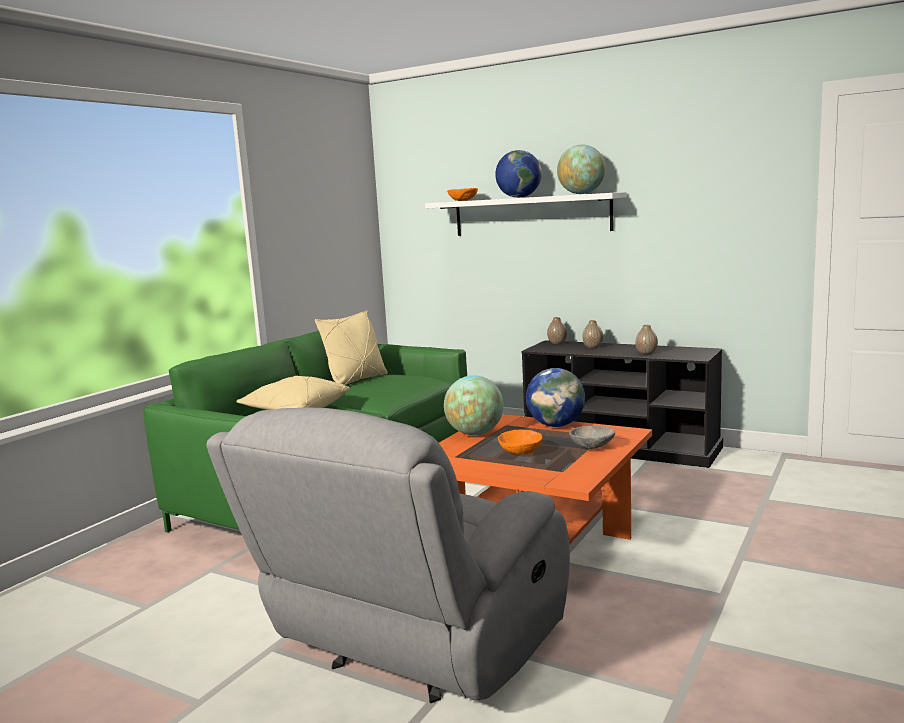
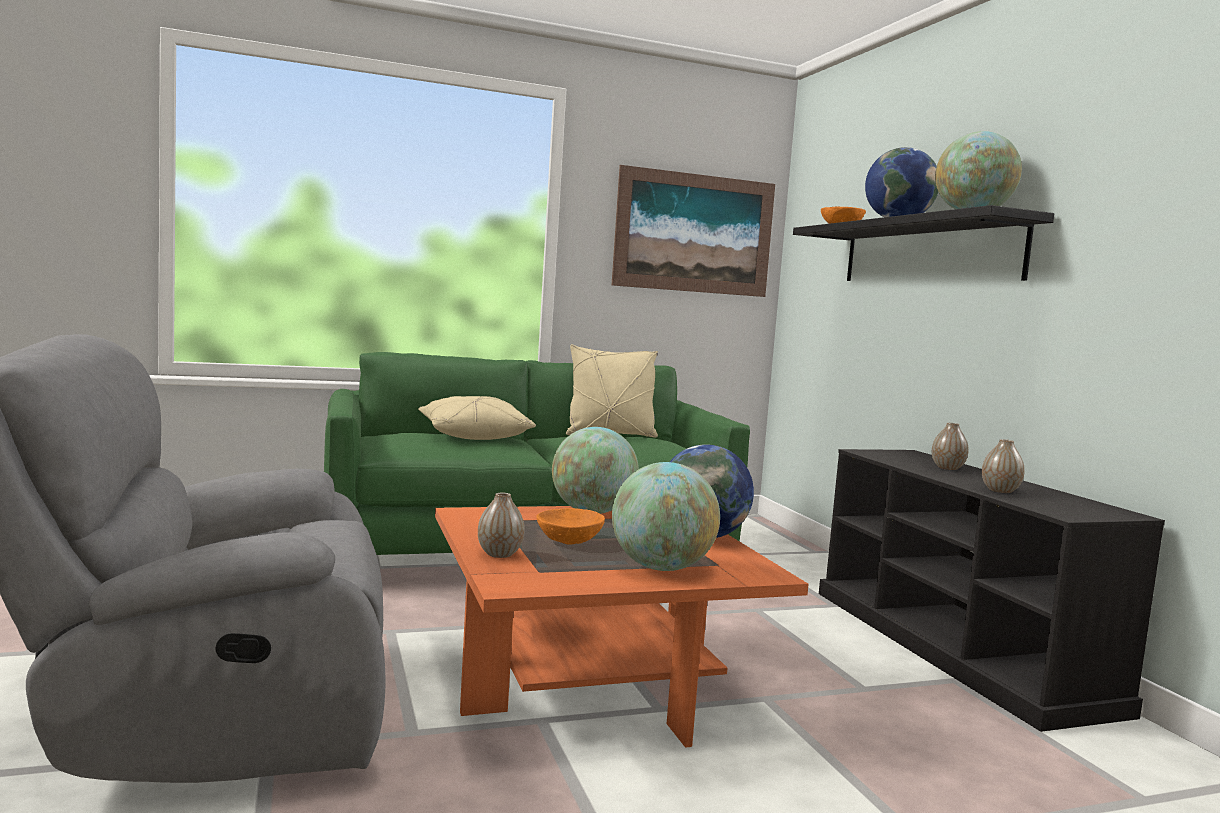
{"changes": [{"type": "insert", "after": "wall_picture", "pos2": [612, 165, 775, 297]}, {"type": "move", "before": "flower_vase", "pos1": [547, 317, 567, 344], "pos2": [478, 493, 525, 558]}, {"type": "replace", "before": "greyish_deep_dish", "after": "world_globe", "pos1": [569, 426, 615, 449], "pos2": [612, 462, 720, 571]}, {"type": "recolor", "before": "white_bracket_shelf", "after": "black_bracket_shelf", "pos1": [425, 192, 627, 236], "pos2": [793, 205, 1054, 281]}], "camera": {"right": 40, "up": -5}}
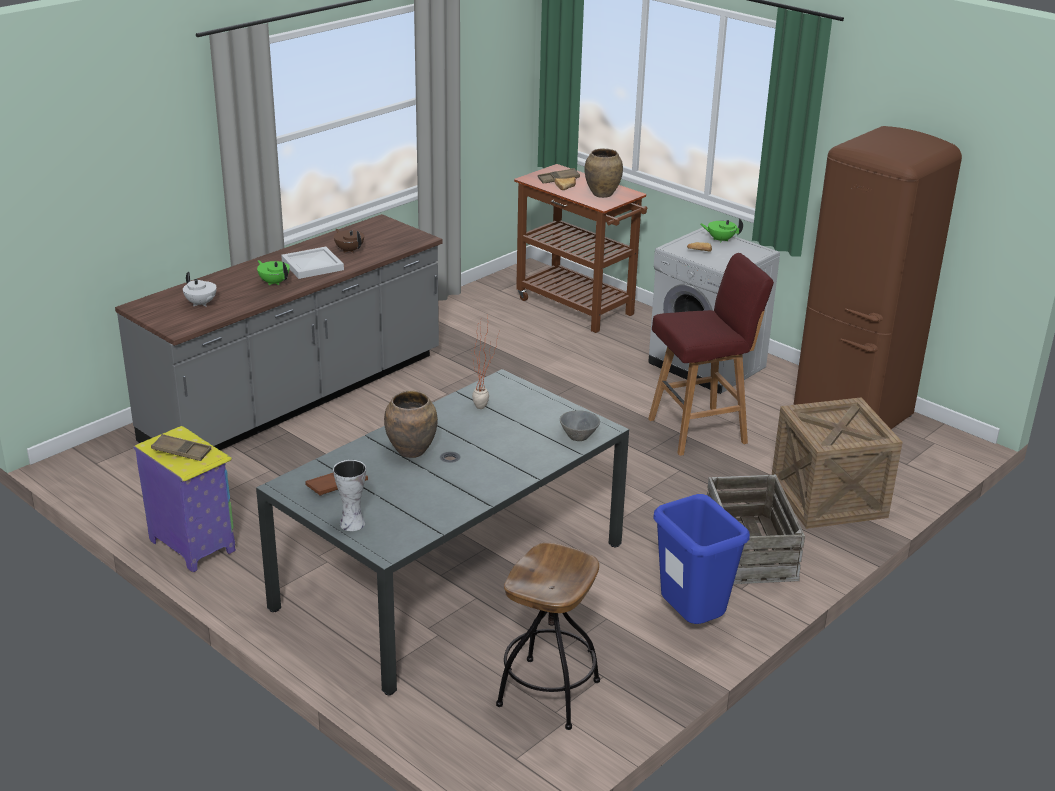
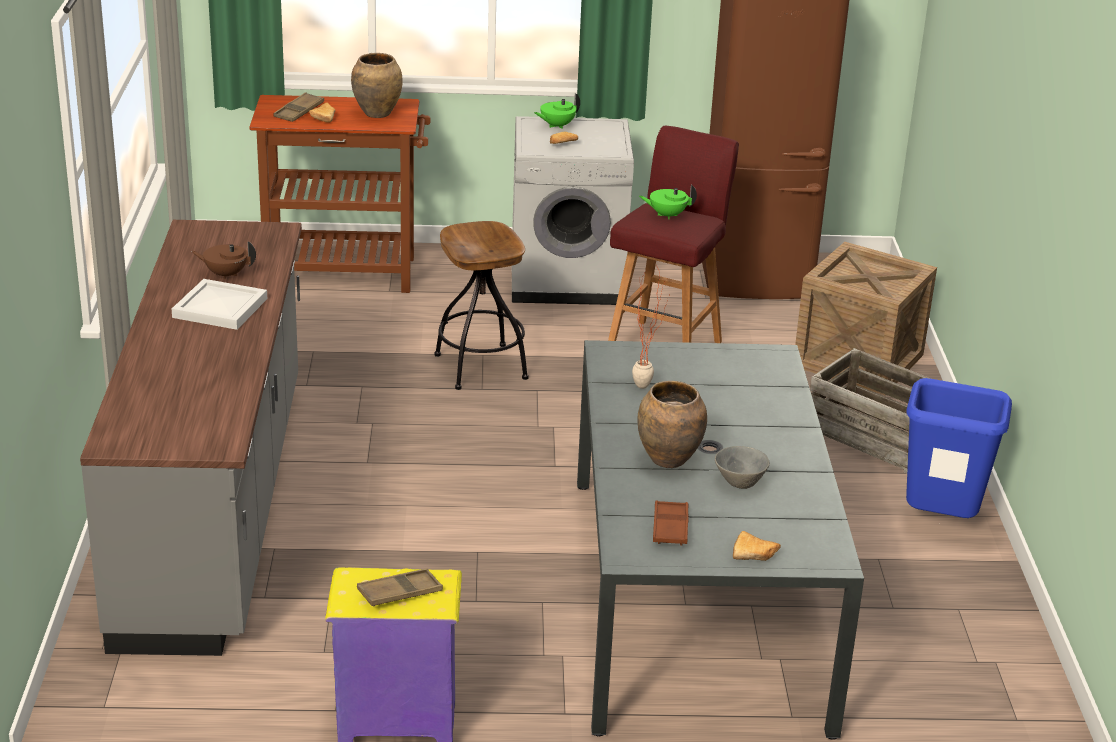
{"changes": [{"type": "delete", "before": "white_teapot", "pos1": [183, 272, 217, 307]}, {"type": "move", "before": "greenish_teapot", "pos1": [257, 260, 290, 285], "pos2": [639, 185, 697, 219]}, {"type": "move", "before": "brown_stool", "pos1": [496, 543, 600, 730], "pos2": [434, 221, 528, 390]}, {"type": "move", "before": "greyish_deep_dish", "pos1": [560, 410, 600, 441], "pos2": [715, 446, 770, 489]}, {"type": "replace", "before": "flower_vase", "after": "bread", "pos1": [333, 460, 366, 531], "pos2": [733, 531, 781, 561]}], "camera": {"right": -45, "up": 0}}
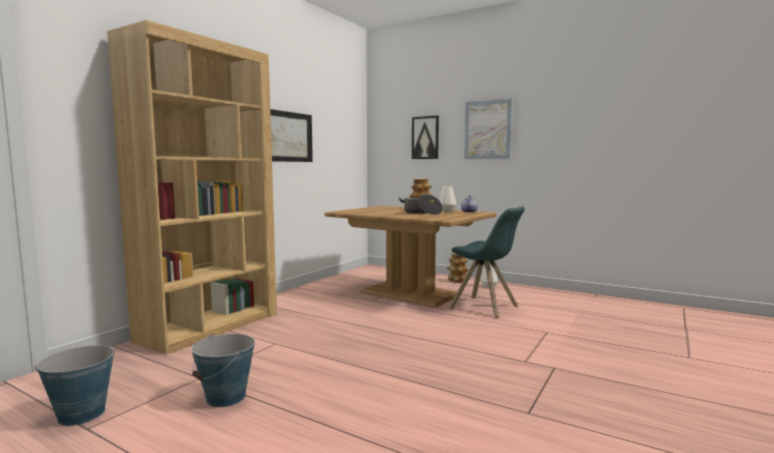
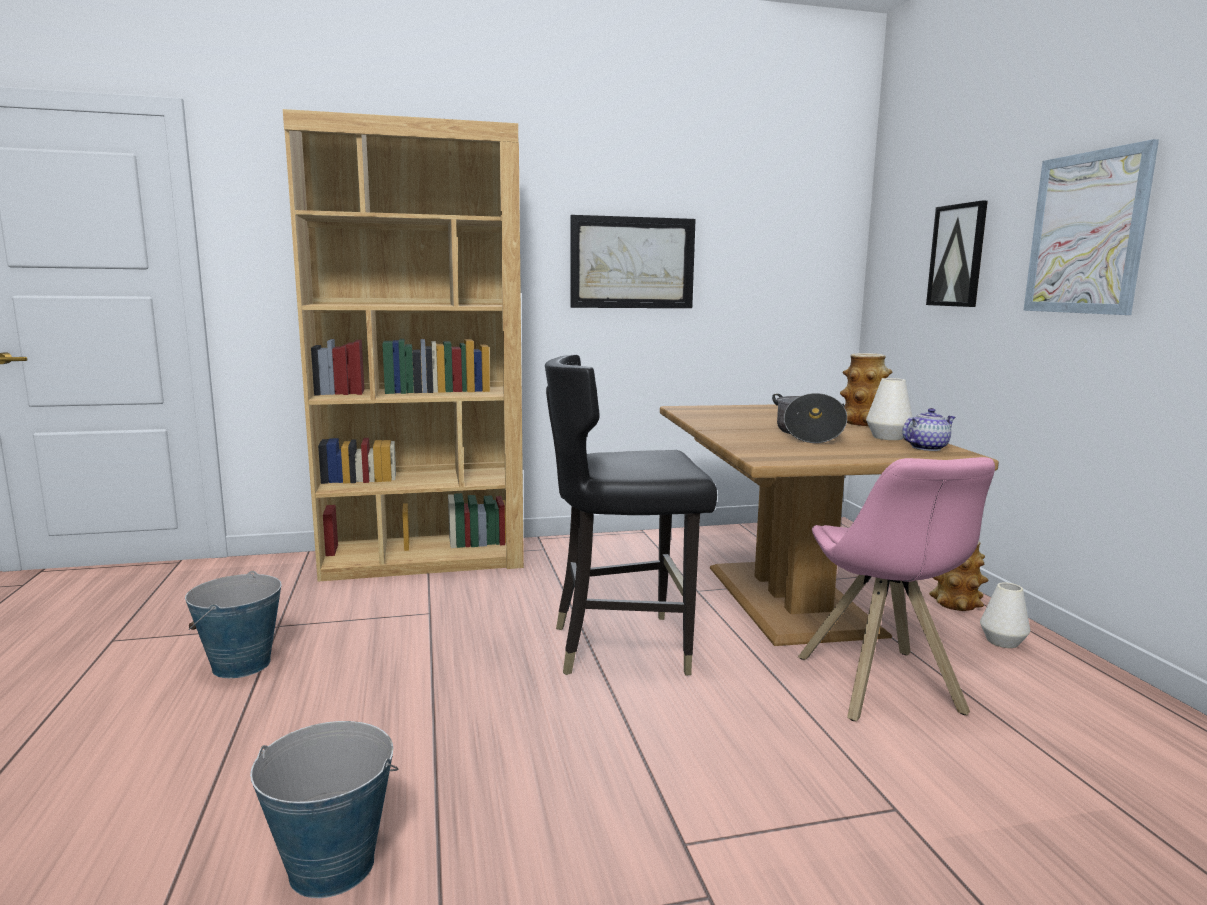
{"changes": [{"type": "insert", "after": "black_chair", "pos2": [545, 354, 717, 675]}, {"type": "move", "before": "pail", "pos1": [35, 345, 115, 426], "pos2": [250, 721, 398, 898]}, {"type": "recolor", "before": "blue-green_chair", "after": "pinkish_chair", "pos1": [449, 206, 525, 318], "pos2": [798, 457, 995, 721]}], "camera": {"right": 45, "up": 5}}
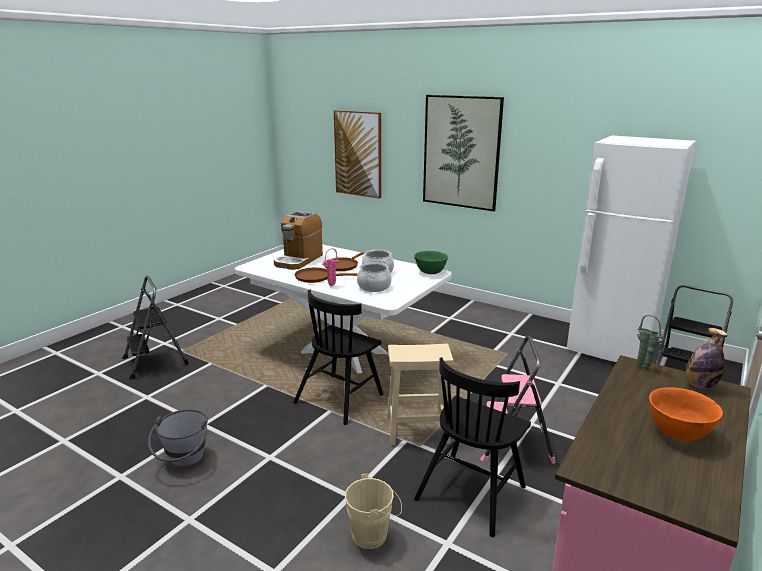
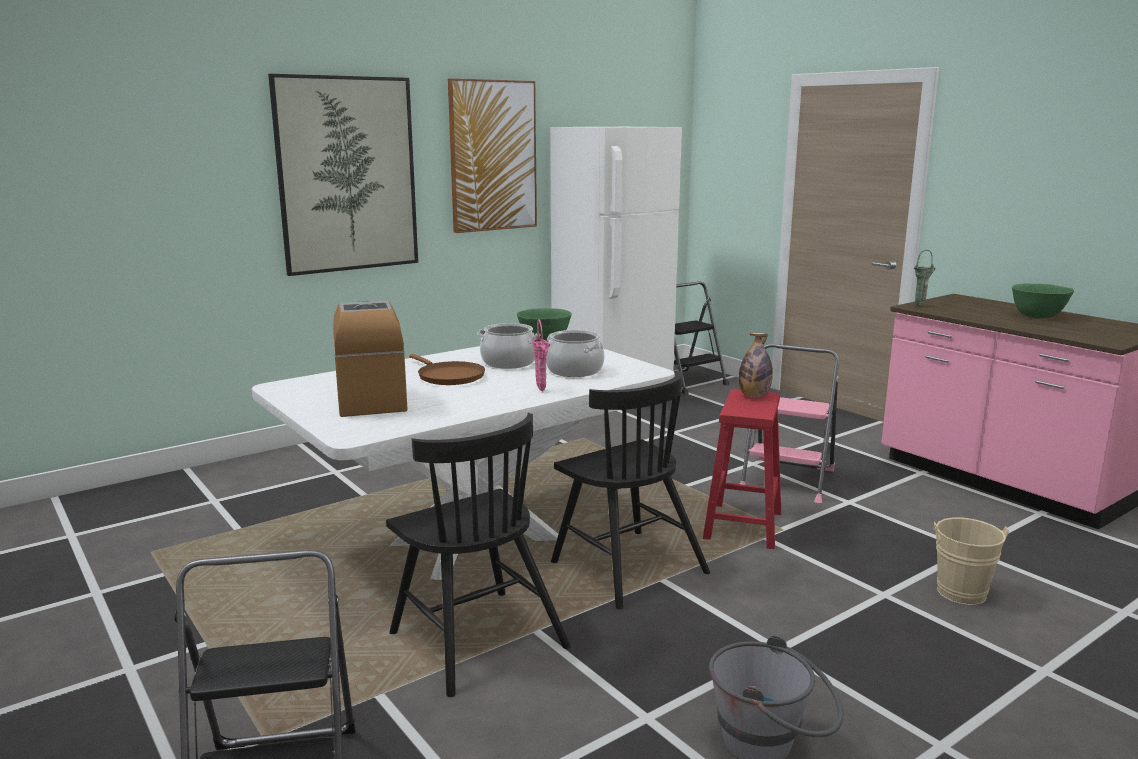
{"changes": [{"type": "delete", "before": "brown_pan", "pos1": [295, 268, 357, 283]}, {"type": "move", "before": "wall_picture", "pos1": [334, 110, 381, 199], "pos2": [448, 78, 537, 233]}, {"type": "move", "before": "black_chair", "pos1": [414, 357, 531, 537], "pos2": [386, 413, 571, 697]}, {"type": "move", "before": "drink_bottle", "pos1": [686, 328, 728, 389], "pos2": [739, 333, 773, 397]}, {"type": "recolor", "before": "beige-coloured_stool", "after": "red_stool", "pos1": [387, 344, 453, 445], "pos2": [703, 389, 781, 549]}, {"type": "recolor", "before": "orangey_deep_dish", "after": "greenish_deep_dish", "pos1": [649, 387, 723, 441], "pos2": [1012, 284, 1074, 319]}, {"type": "rotate", "before": "coffee_maker", "pos1": [274, 211, 323, 270], "pos2": [333, 300, 408, 417], "turn": -150}], "camera": {"right": -70, "up": -5}}
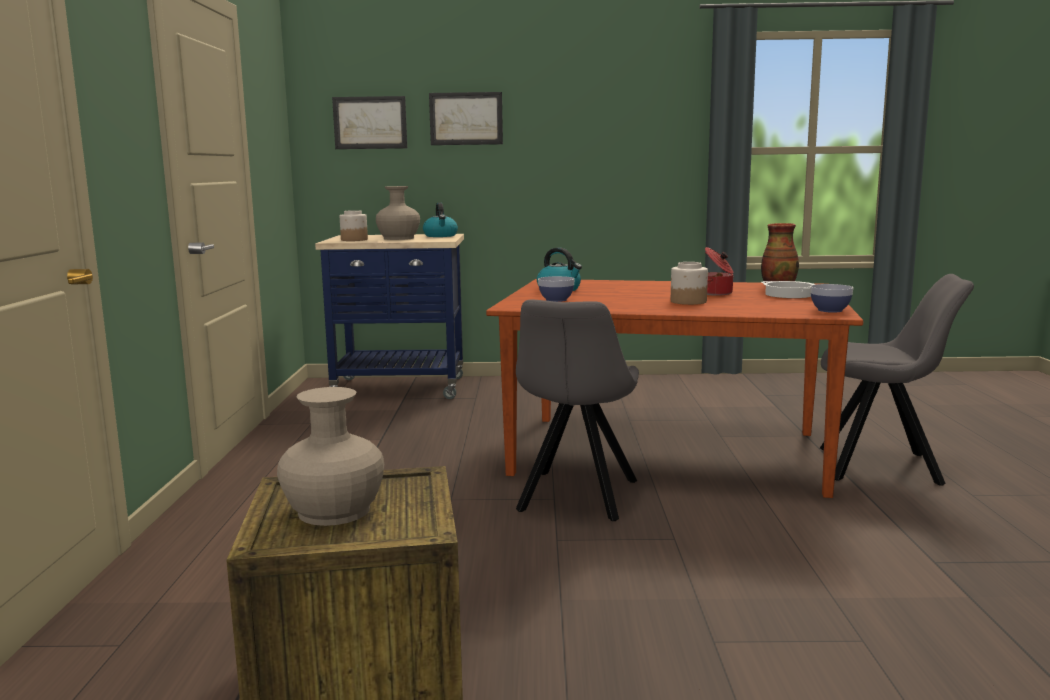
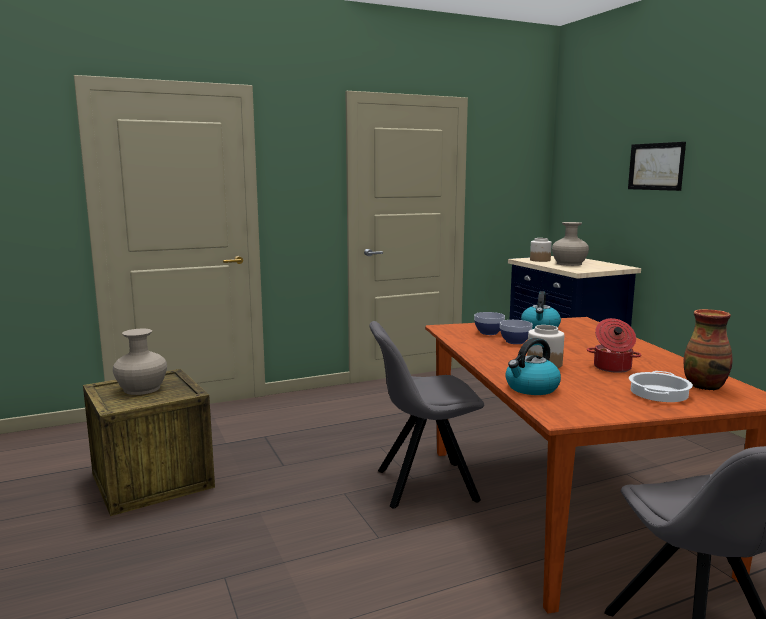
{"changes": [{"type": "delete", "before": "wall_picture", "pos1": [332, 96, 407, 149]}, {"type": "move", "before": "water_kettle", "pos1": [423, 202, 458, 237], "pos2": [505, 338, 561, 395]}, {"type": "move", "before": "deep_dish", "pos1": [811, 284, 853, 313], "pos2": [500, 320, 533, 344]}], "camera": {"right": 65, "up": 0}}
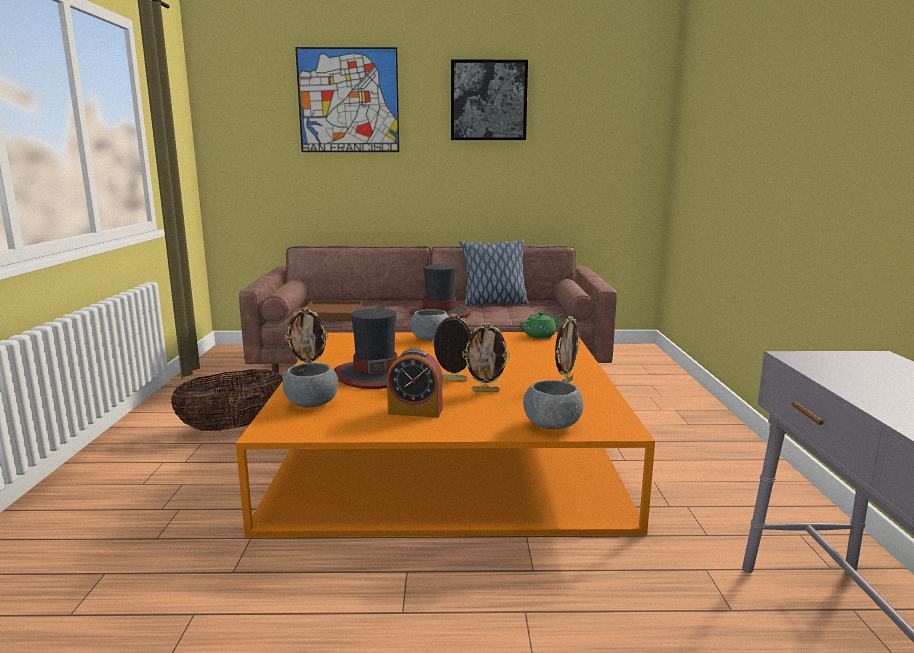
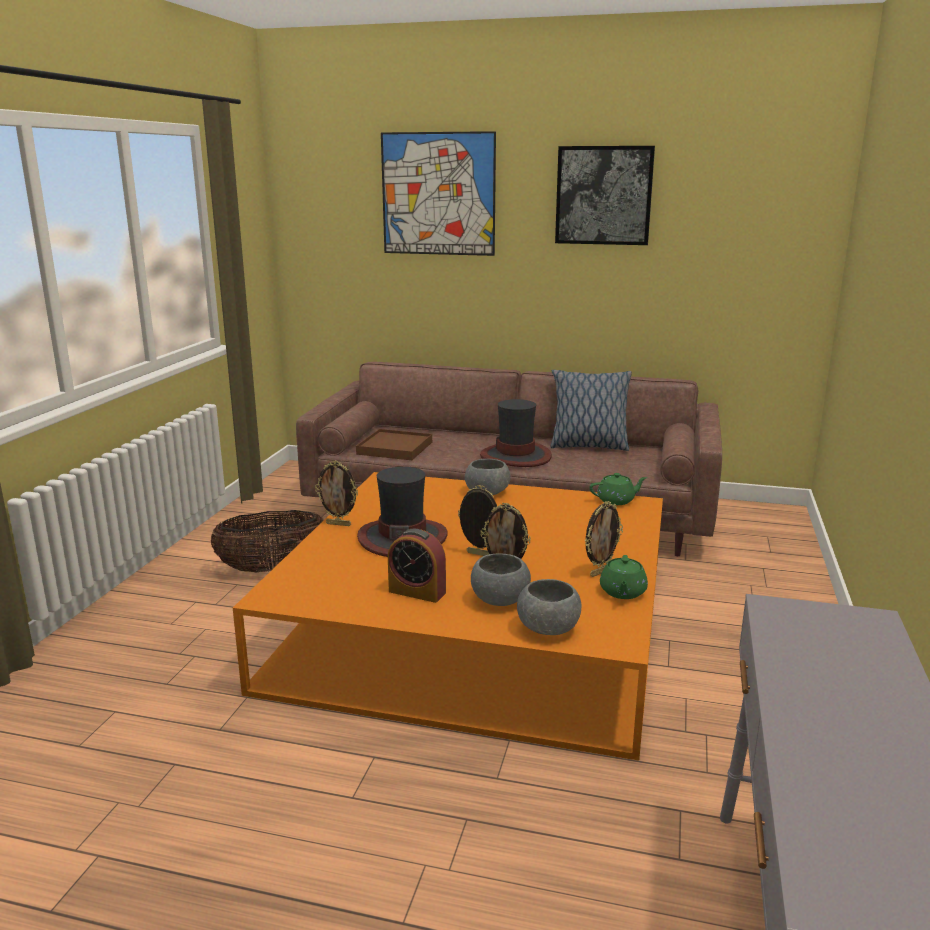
{"changes": [{"type": "insert", "after": "greenish_teapot", "pos2": [600, 555, 648, 599]}, {"type": "move", "before": "greyish_deep_dish", "pos1": [282, 363, 338, 408], "pos2": [471, 554, 531, 606]}], "camera": {"right": 15, "up": 5}}
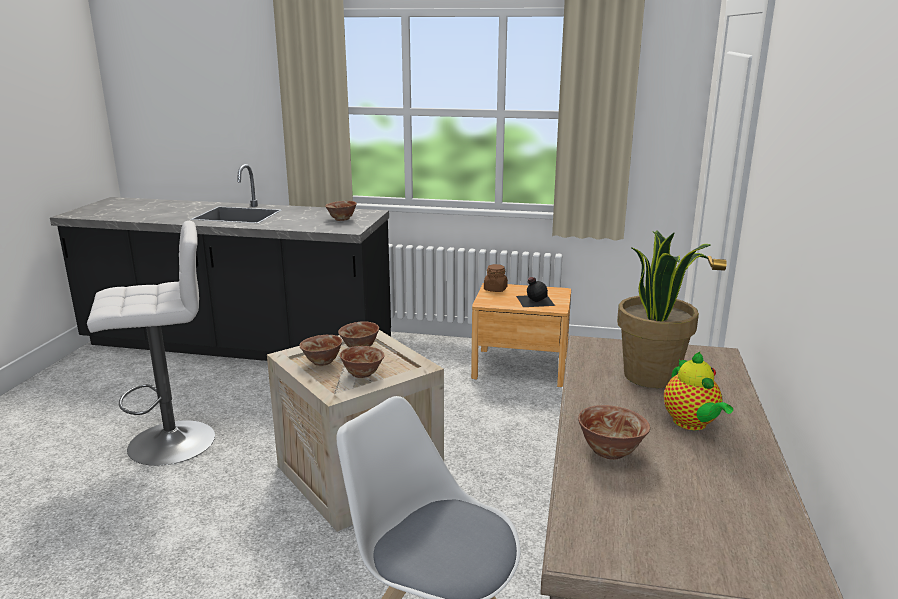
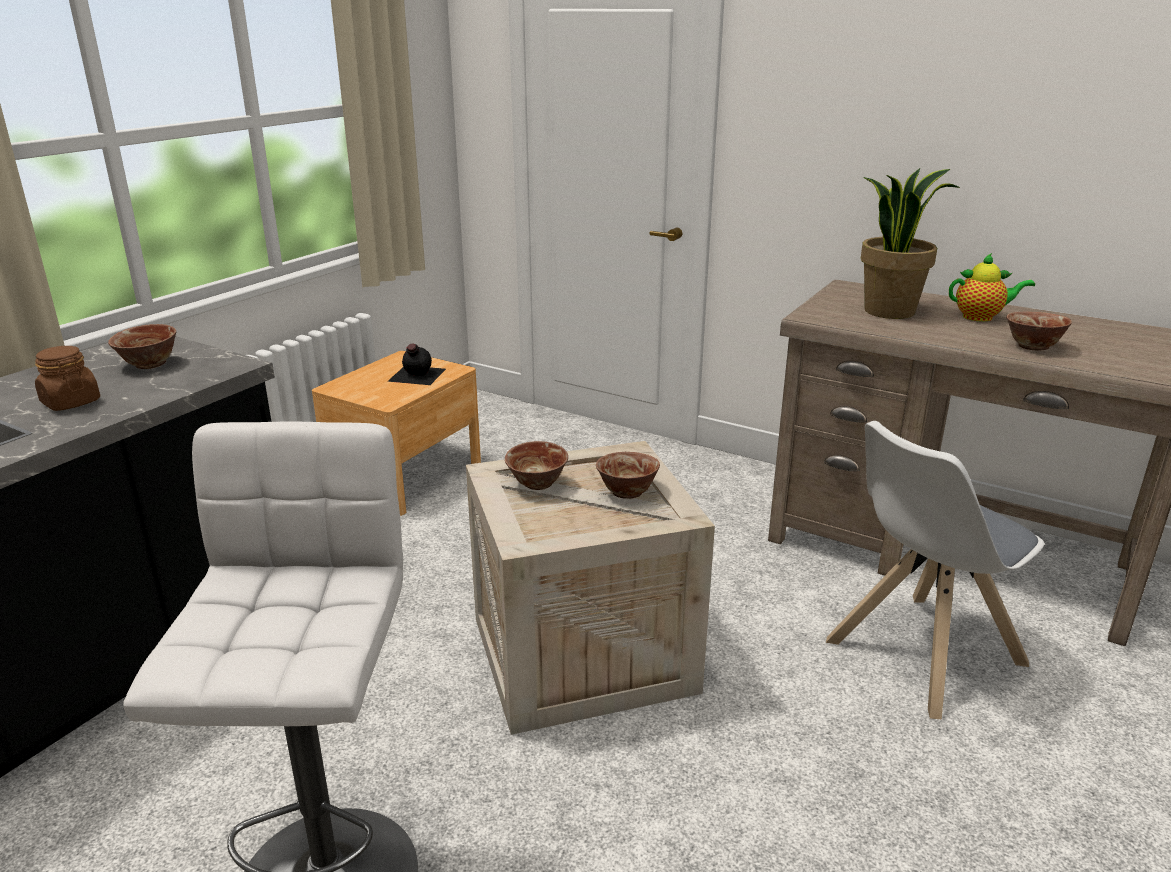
{"changes": [{"type": "delete", "before": "deep_dish", "pos1": [299, 335, 342, 366]}, {"type": "move", "before": "brown_preserve_jar", "pos1": [484, 264, 508, 292], "pos2": [35, 346, 100, 411]}], "camera": {"right": -70, "up": 5}}
